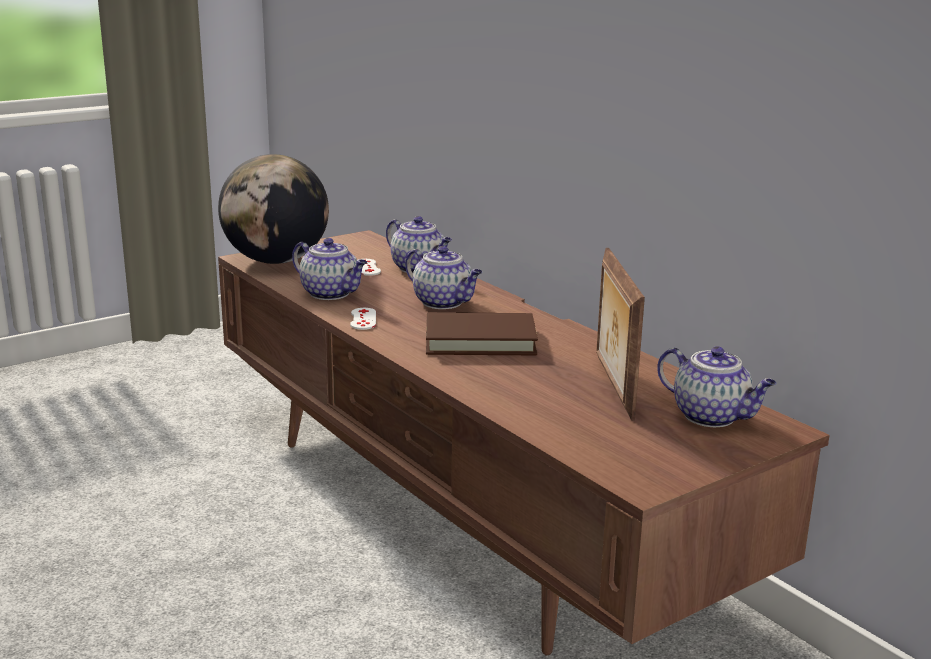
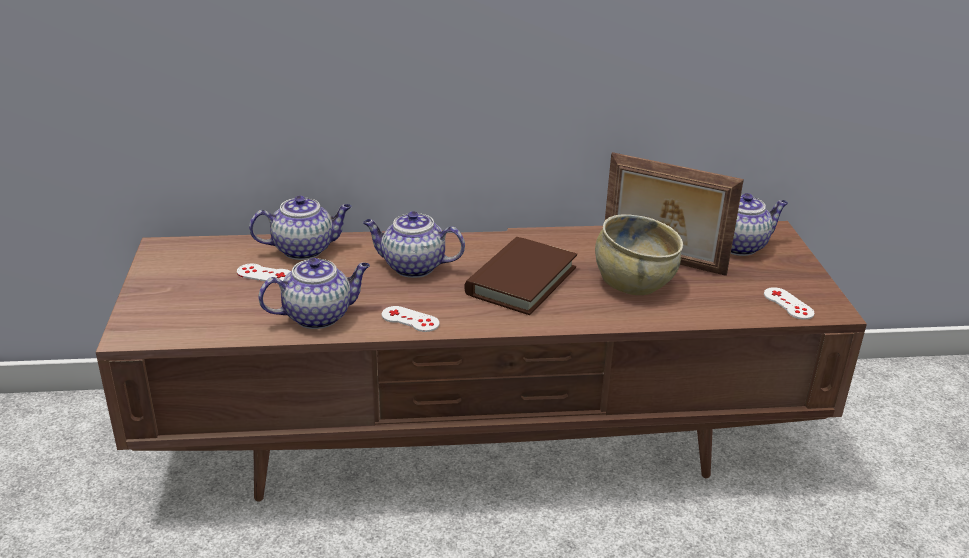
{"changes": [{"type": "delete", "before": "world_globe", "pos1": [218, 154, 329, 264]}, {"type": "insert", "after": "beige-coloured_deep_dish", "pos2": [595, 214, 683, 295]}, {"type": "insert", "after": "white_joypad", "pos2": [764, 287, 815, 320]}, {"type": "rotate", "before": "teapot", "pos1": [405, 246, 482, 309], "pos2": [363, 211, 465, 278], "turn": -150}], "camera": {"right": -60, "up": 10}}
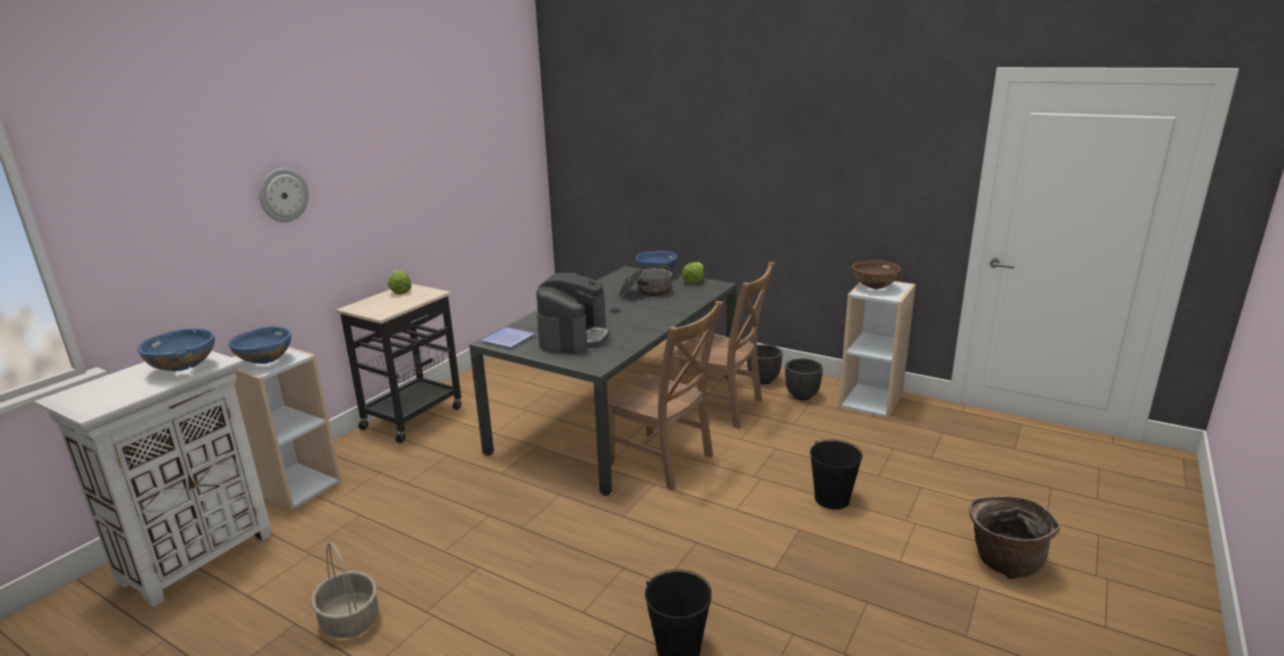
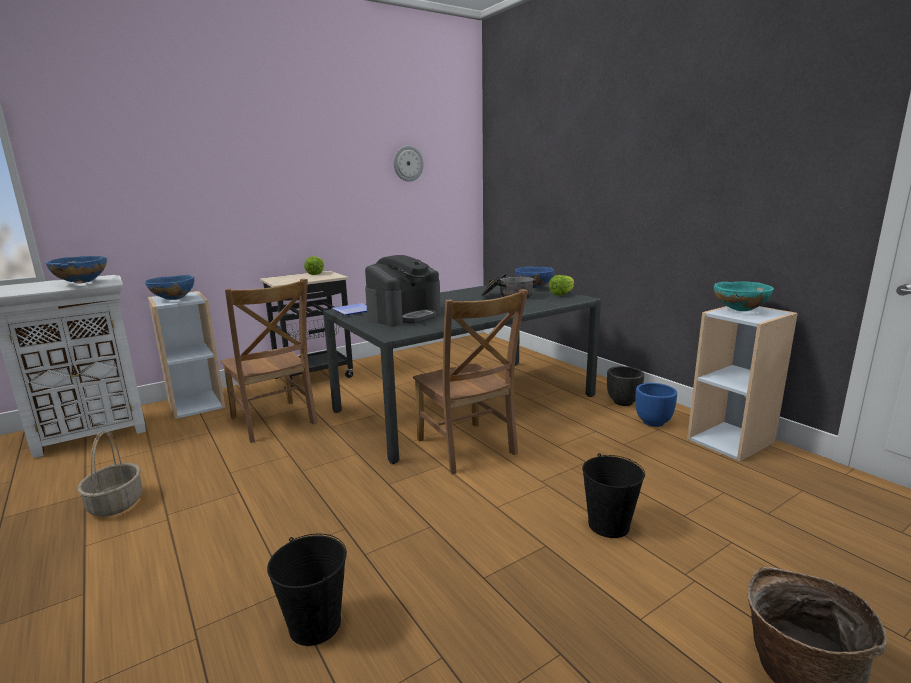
{"changes": [{"type": "move", "before": "wall_clock", "pos1": [259, 168, 309, 222], "pos2": [394, 146, 424, 182]}, {"type": "move", "before": "brown_chair", "pos1": [672, 262, 775, 429], "pos2": [221, 279, 317, 443]}, {"type": "recolor", "before": "black_plant_pot", "after": "blue_plant_pot", "pos1": [785, 358, 823, 400], "pos2": [635, 383, 677, 427]}, {"type": "recolor", "before": "brown_deep_dish", "after": "blue-green_deep_dish", "pos1": [852, 260, 901, 289], "pos2": [714, 282, 774, 311]}], "camera": {"right": 25, "up": -5}}
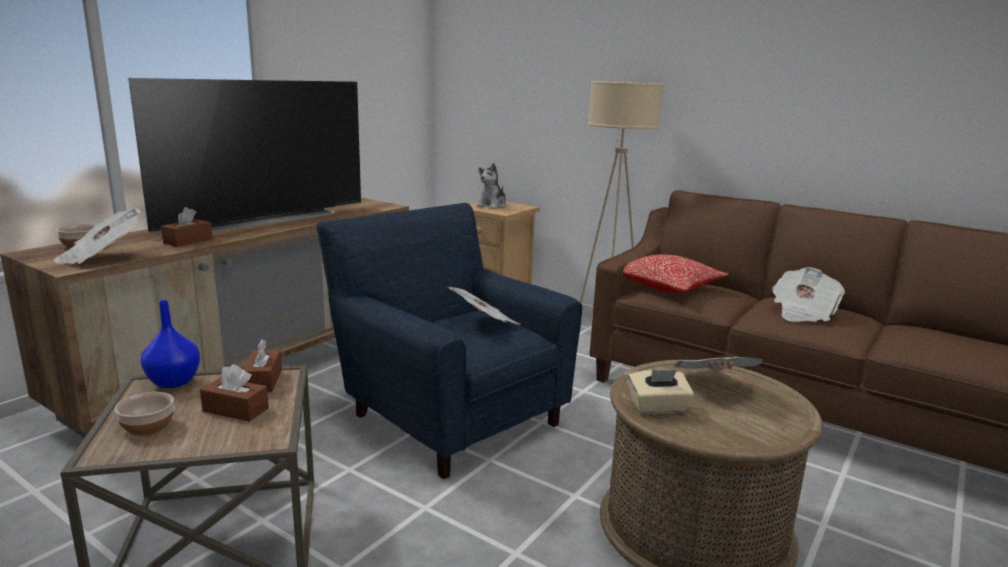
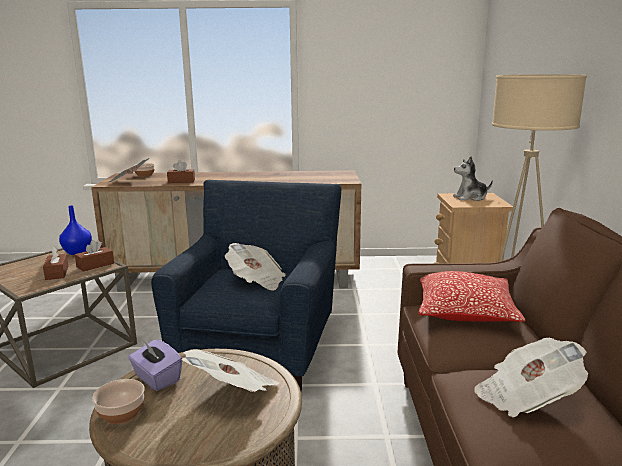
{"changes": [{"type": "delete", "before": "TV", "pos1": [128, 78, 361, 233]}, {"type": "move", "before": "deep_dish", "pos1": [115, 392, 174, 436], "pos2": [92, 379, 145, 424]}, {"type": "recolor", "before": "beige-coloured_box_of_tissues", "after": "purplish_box_of_tissues", "pos1": [628, 369, 694, 414], "pos2": [128, 340, 182, 391]}], "camera": {"right": 55, "up": 0}}
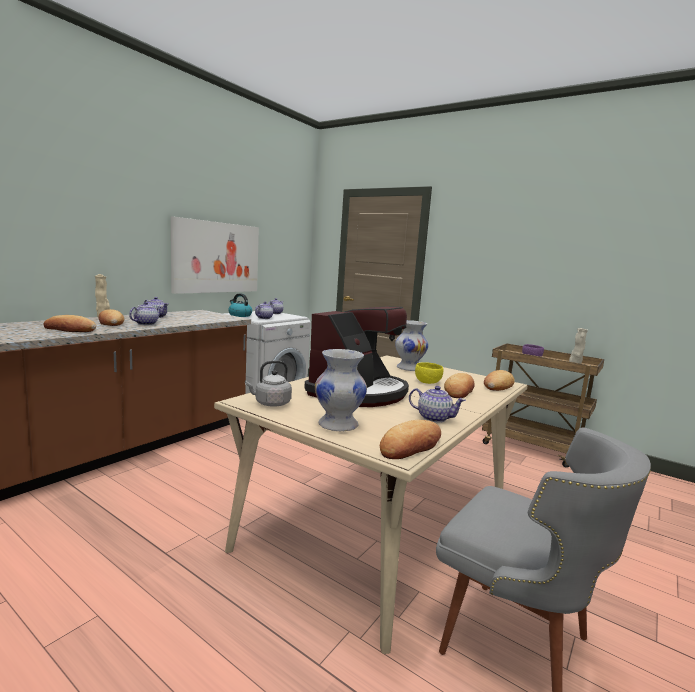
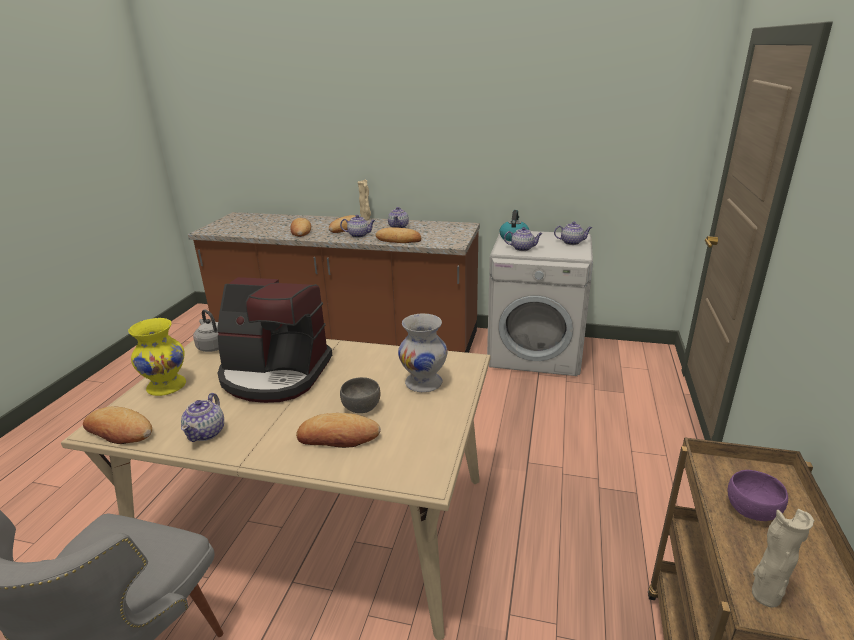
{"changes": [{"type": "delete", "before": "wall_picture", "pos1": [171, 216, 259, 294]}, {"type": "move", "before": "bread", "pos1": [484, 370, 515, 391], "pos2": [375, 227, 421, 243]}, {"type": "recolor", "before": "white_flower_vase", "after": "yellowish_flower_vase", "pos1": [315, 349, 367, 431], "pos2": [128, 318, 186, 396]}, {"type": "recolor", "before": "yellowish_deep_dish", "after": "greyish_deep_dish", "pos1": [415, 362, 443, 384], "pos2": [340, 377, 380, 413]}], "camera": {"right": 70, "up": 15}}
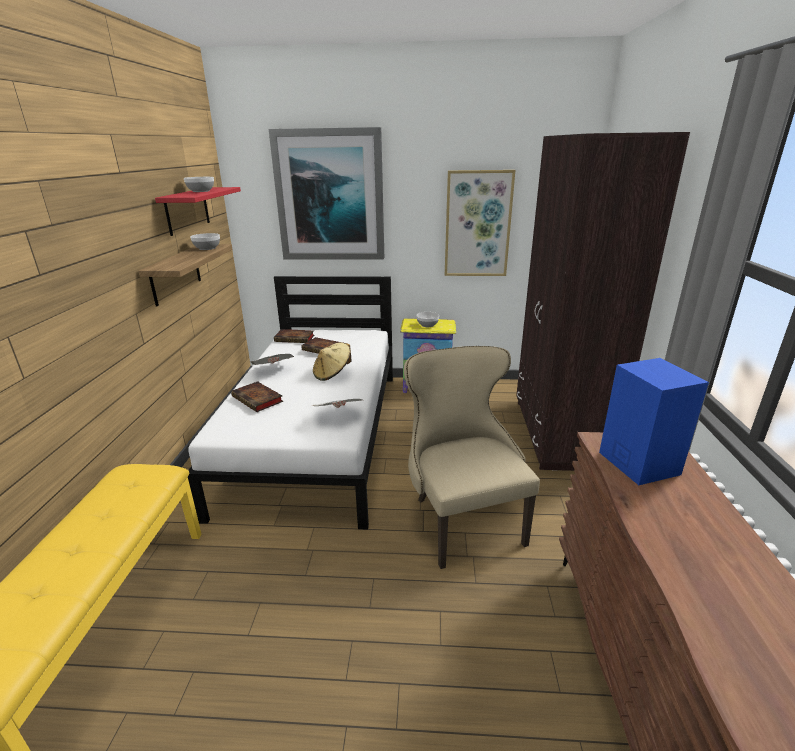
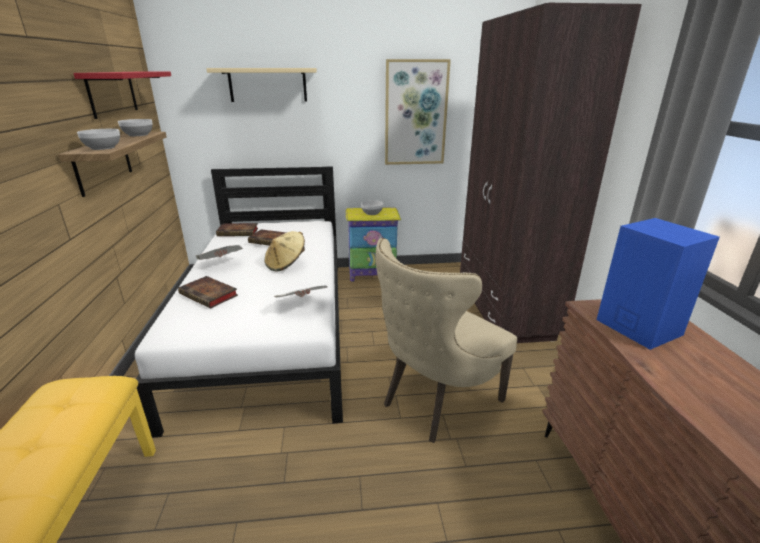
{"changes": [{"type": "move", "before": "deep_dish", "pos1": [184, 177, 214, 192], "pos2": [77, 129, 120, 150]}, {"type": "replace", "before": "wall_picture", "after": "beige-coloured_bracket_shelf", "pos1": [268, 127, 384, 260], "pos2": [206, 68, 317, 102]}, {"type": "rotate", "before": "beige-coloured_chair", "pos1": [404, 346, 540, 569], "pos2": [376, 238, 517, 443], "turn": -105}], "camera": {"right": -10, "up": 0}}
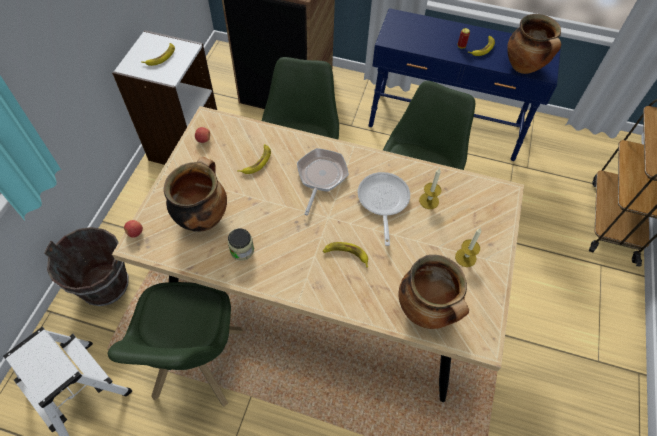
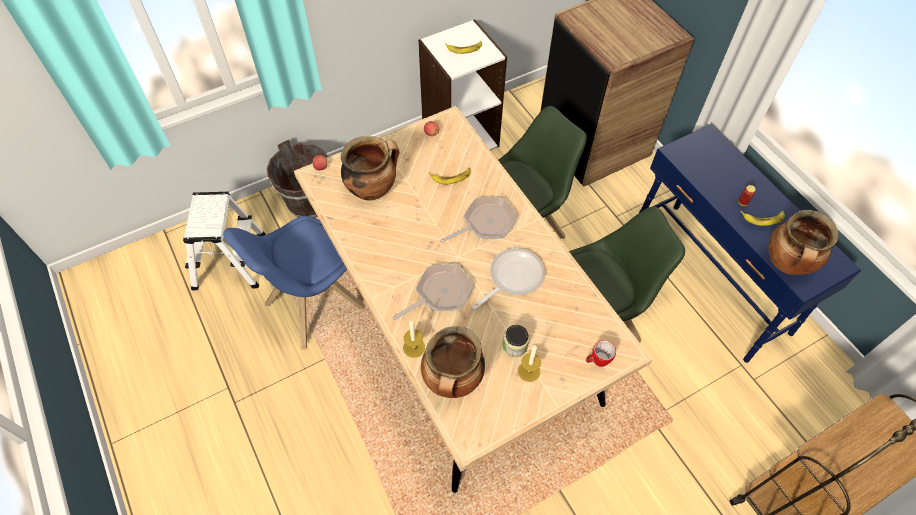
{"changes": [{"type": "insert", "after": "coffee_mug", "pos2": [586, 340, 616, 367]}, {"type": "move", "before": "preserve_jar", "pos1": [228, 228, 254, 261], "pos2": [503, 325, 529, 357]}, {"type": "move", "before": "wax_candle", "pos1": [419, 168, 441, 209], "pos2": [403, 320, 425, 358]}, {"type": "replace", "before": "banana", "after": "pan", "pos1": [323, 242, 368, 268], "pos2": [392, 264, 474, 320]}, {"type": "recolor", "before": "greenish_chair", "after": "blue_chair", "pos1": [108, 282, 243, 407], "pos2": [223, 216, 365, 350]}], "camera": {"right": 45, "up": 0}}
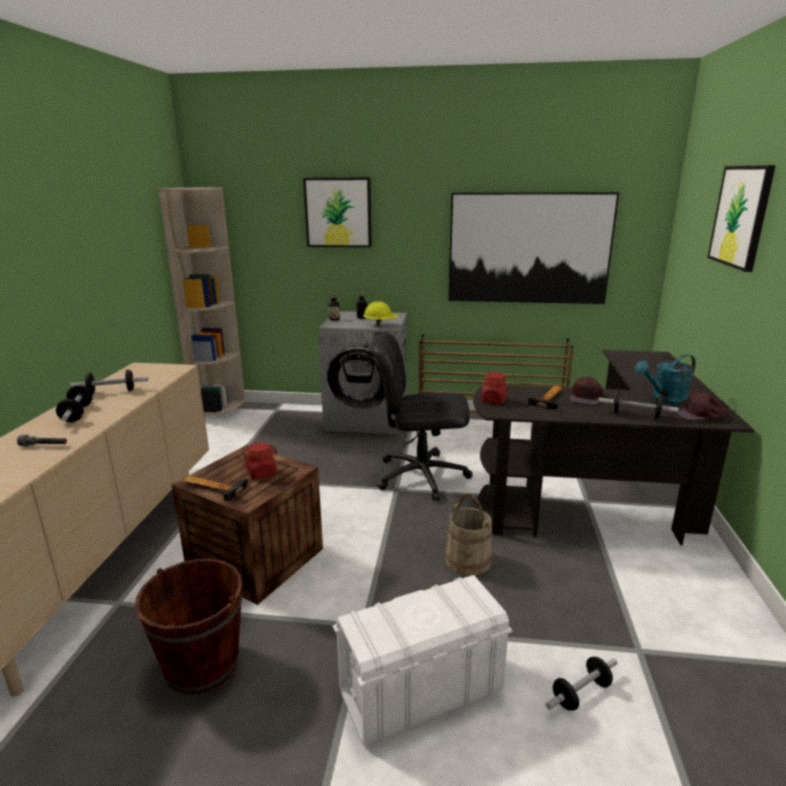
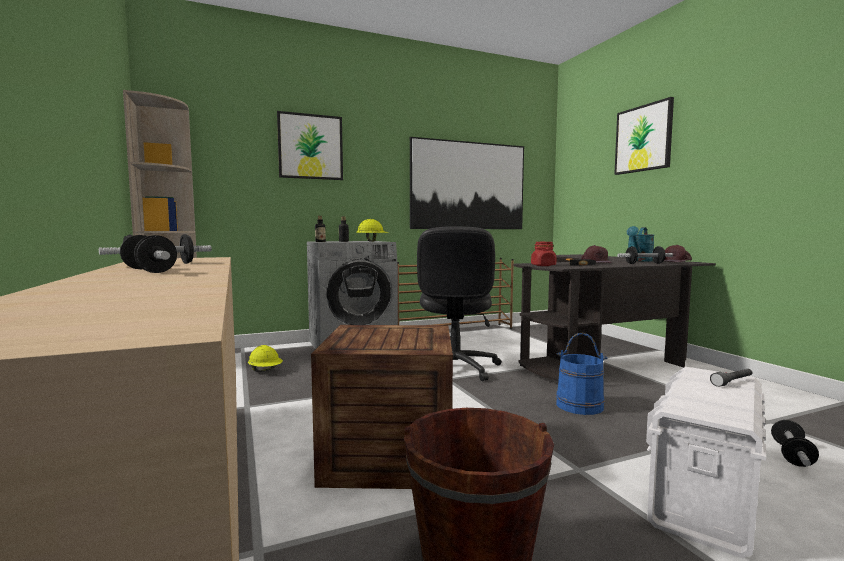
{"changes": [{"type": "delete", "before": "hand_hammer", "pos1": [183, 476, 248, 501]}, {"type": "delete", "before": "red_preserve_jar", "pos1": [244, 442, 277, 479]}, {"type": "insert", "after": "yellowish_work_helmet", "pos2": [248, 345, 283, 372]}, {"type": "move", "before": "greyish_flashlight", "pos1": [17, 435, 67, 446], "pos2": [710, 369, 752, 387]}, {"type": "recolor", "before": "beige-coloured_pail", "after": "blue_pail", "pos1": [445, 493, 493, 576], "pos2": [556, 332, 608, 415]}, {"type": "rotate", "before": "black_computer_chair", "pos1": [372, 332, 472, 501], "pos2": [417, 227, 502, 381], "turn": -60}], "camera": {"right": -30, "up": -15}}
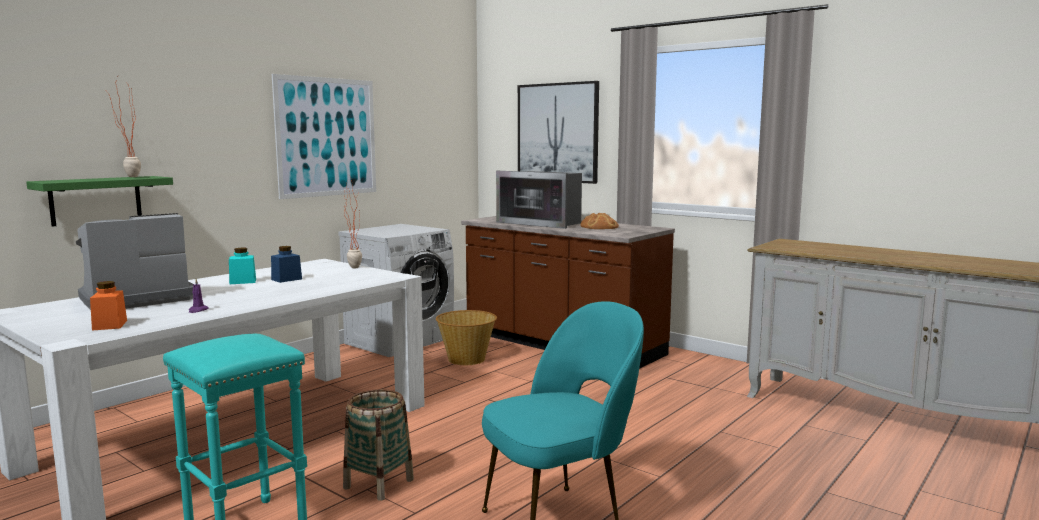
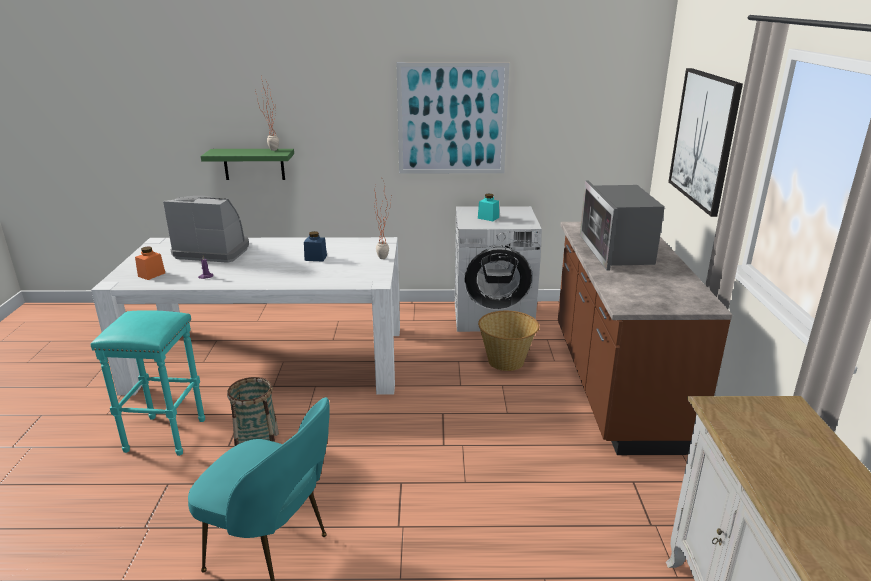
{"changes": [{"type": "delete", "before": "bread", "pos1": [580, 213, 619, 229]}, {"type": "move", "before": "blue-green_preserve_jar", "pos1": [229, 248, 256, 284], "pos2": [478, 194, 499, 221]}], "camera": {"right": 50, "up": 15}}
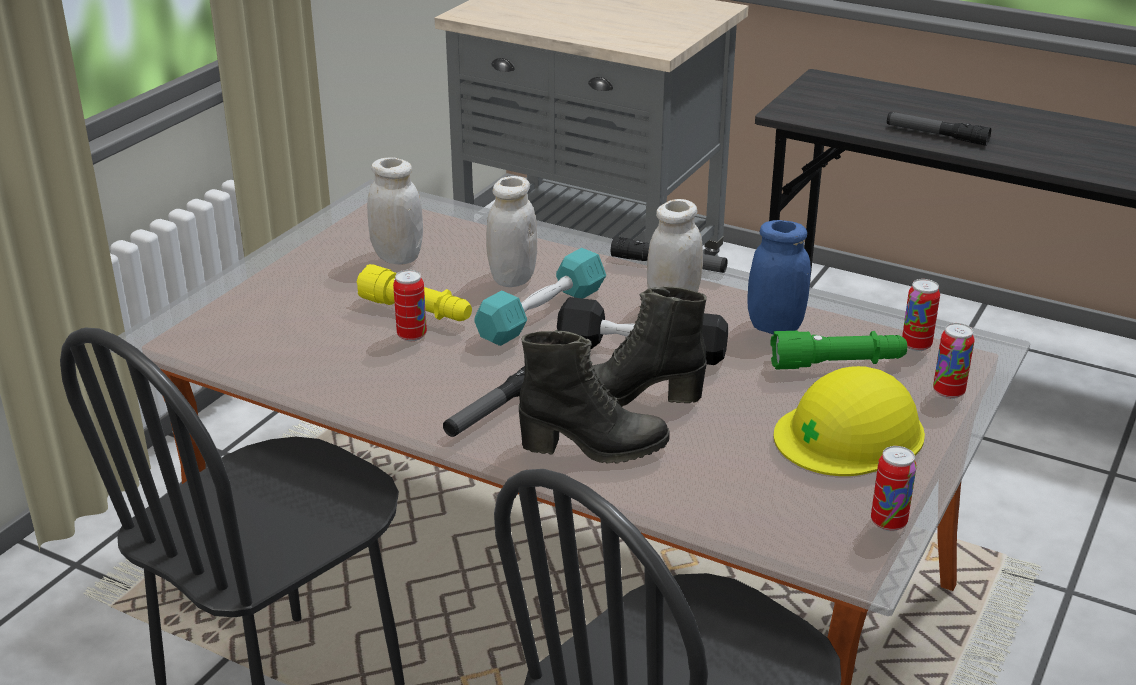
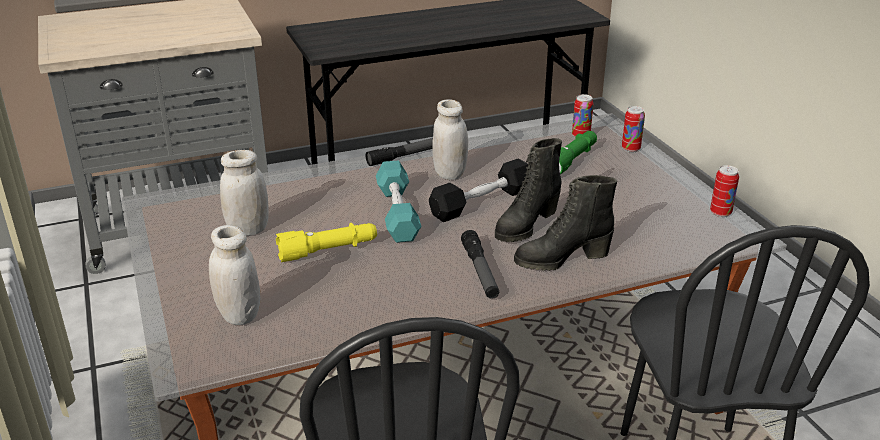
{"changes": [{"type": "delete", "before": "metal_can", "pos1": [393, 270, 427, 341]}, {"type": "delete", "before": "blue_preserve_jar", "pos1": [747, 220, 811, 334]}, {"type": "delete", "before": "yellowish_work_helmet", "pos1": [774, 366, 925, 476]}, {"type": "delete", "before": "flashlight", "pos1": [887, 112, 991, 146]}, {"type": "move", "before": "white_preserve_jar", "pos1": [486, 176, 537, 287], "pos2": [209, 225, 260, 325]}, {"type": "rotate", "before": "black_tall_boot", "pos1": [519, 330, 670, 464], "pos2": [514, 175, 617, 271], "turn": -150}], "camera": {"right": -50, "up": 0}}
